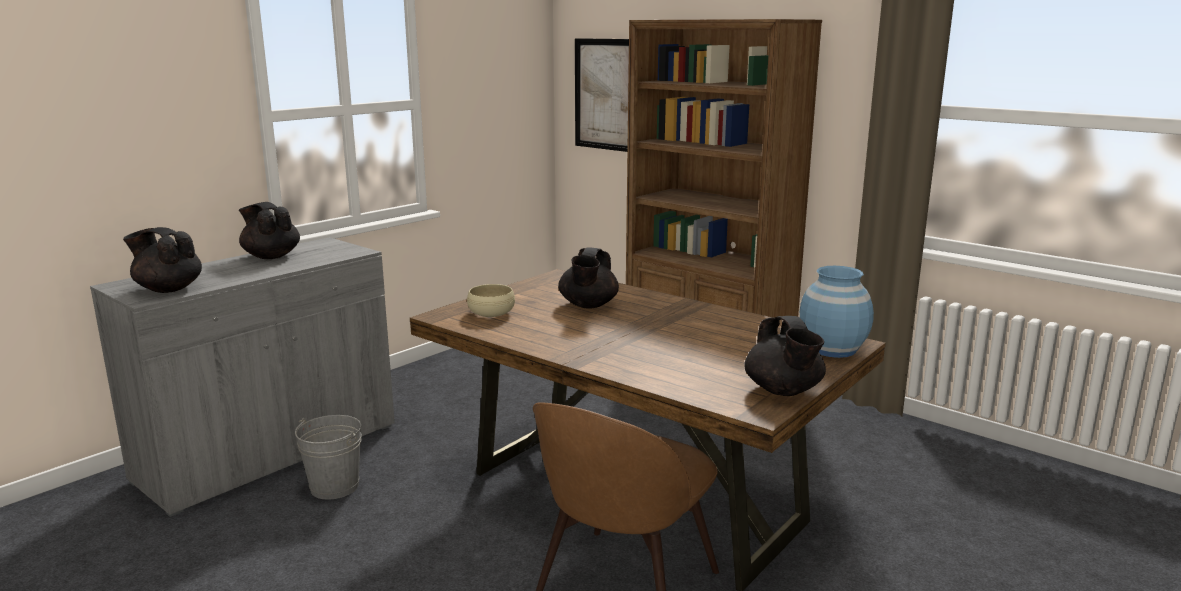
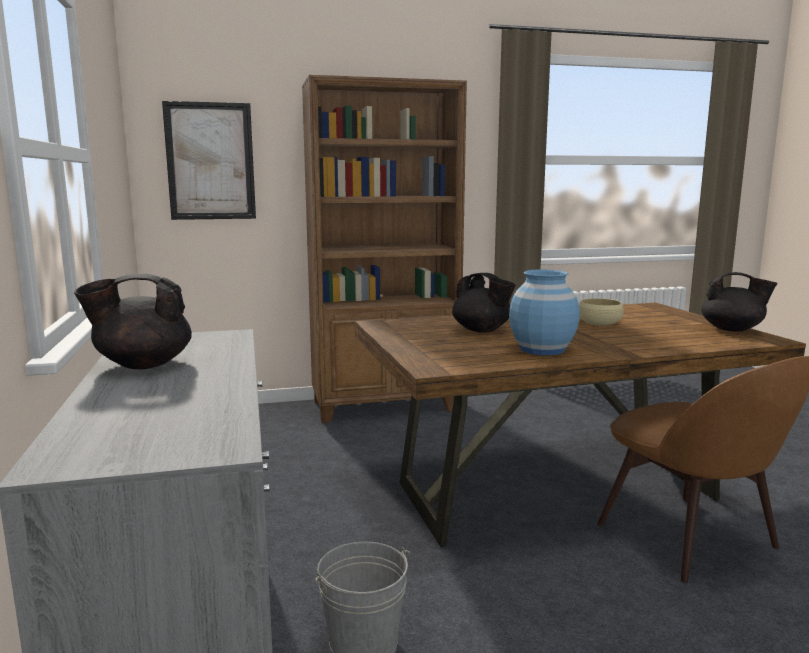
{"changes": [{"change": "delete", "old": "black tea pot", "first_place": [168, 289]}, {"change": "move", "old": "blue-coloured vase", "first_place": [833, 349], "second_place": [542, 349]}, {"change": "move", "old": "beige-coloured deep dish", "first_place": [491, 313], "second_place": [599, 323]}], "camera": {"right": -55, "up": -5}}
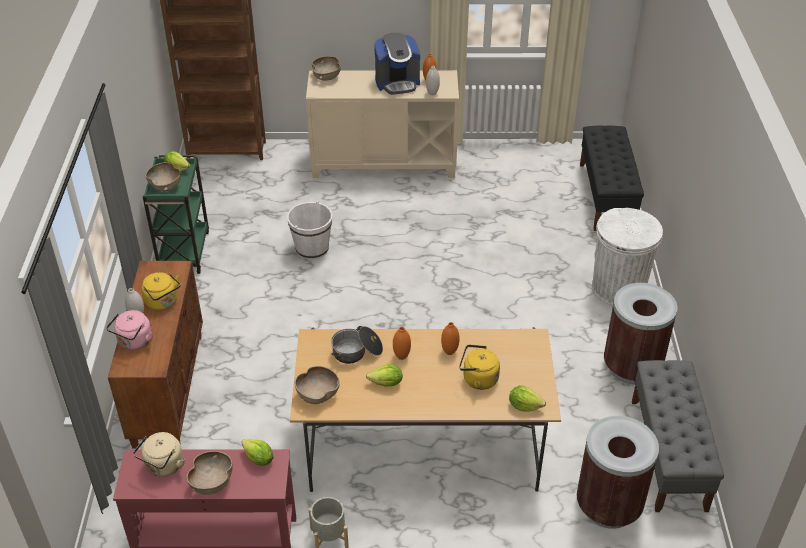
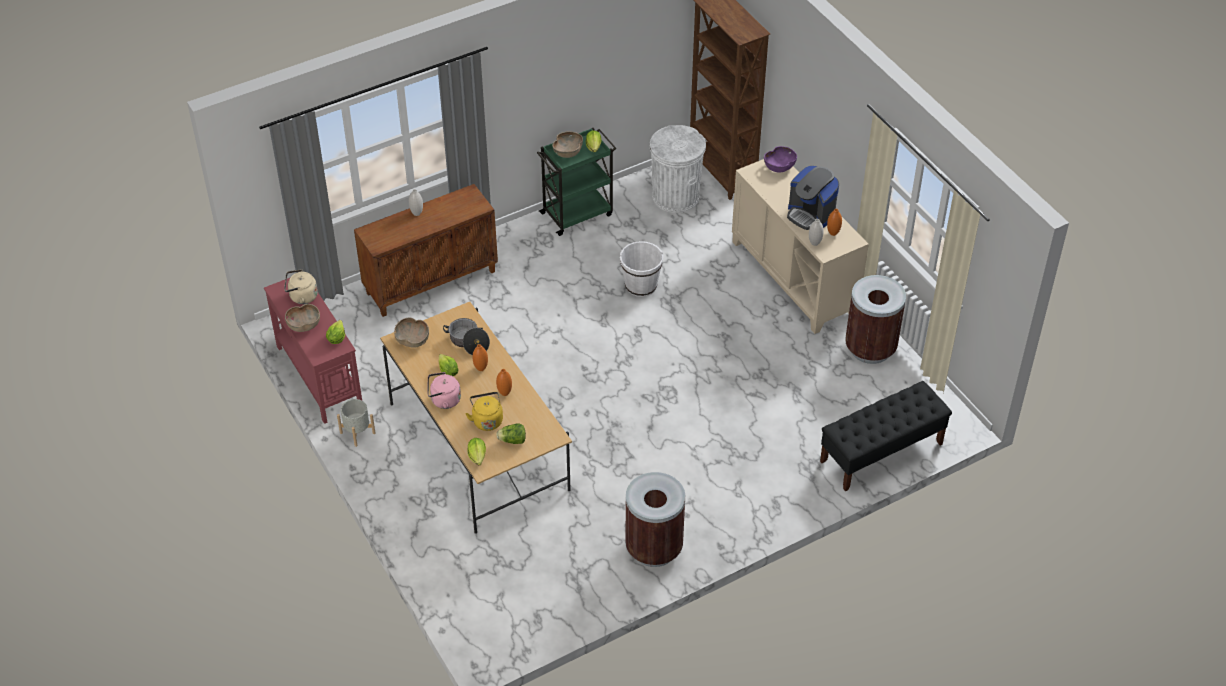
{"changes": [{"change": "recolor", "old": "brownish deep dish", "new": "purple-coloured deep dish", "first_place": [326, 76], "second_place": [779, 167]}, {"change": "move", "old": "white trash can", "first_place": [618, 289], "second_place": [675, 197]}, {"change": "delete", "old": "yellow water kettle", "first_place": [163, 303]}, {"change": "move", "old": "pink water kettle", "first_place": [134, 342], "second_place": [444, 400]}, {"change": "delete", "old": "grey bench", "first_place": [668, 454]}, {"change": "move", "old": "brownish trash can", "first_place": [608, 506], "second_place": [870, 348]}, {"change": "insert", "new": "lettuce head", "second_place": [512, 440]}], "camera": {"right": 60, "up": 5}}
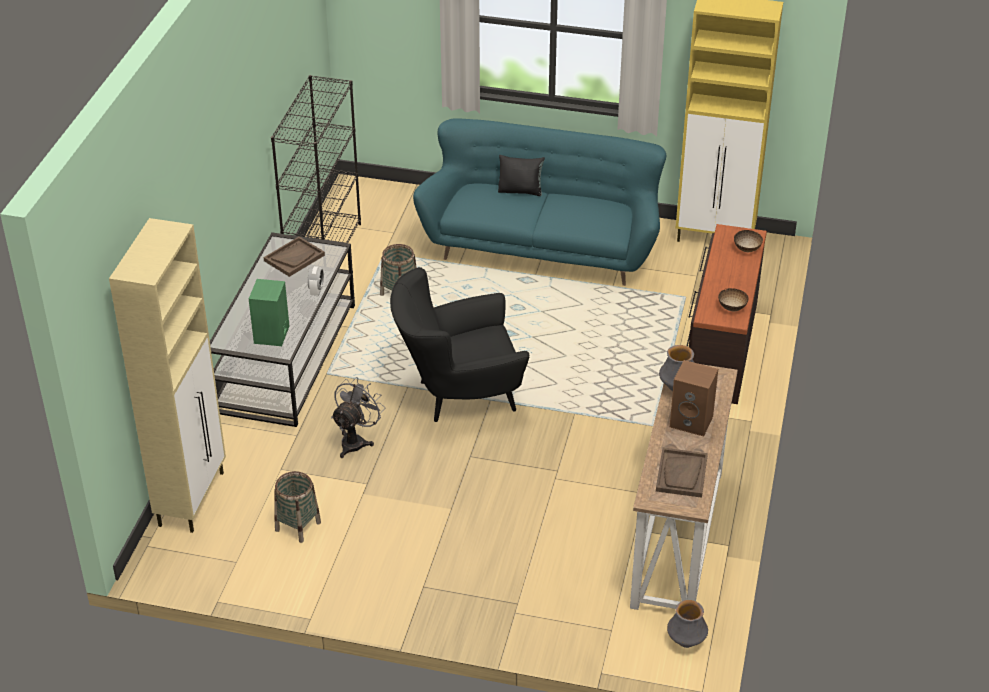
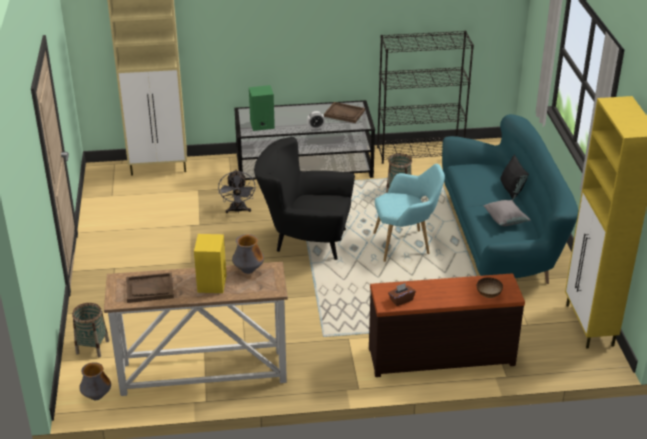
{"changes": [{"change": "rotate", "old": "black easy chair", "first_place": [459, 396], "second_place": [305, 240], "degrees": -45}, {"change": "replace", "old": "deep dish", "new": "brownish box of tissues", "first_place": [732, 308], "second_place": [401, 300]}, {"change": "recolor", "old": "brownish loudspeaker", "new": "yellow loudspeaker", "first_place": [692, 421], "second_place": [212, 284]}, {"change": "rotate", "old": "grey cooling fan", "first_place": [356, 441], "second_place": [238, 210], "degrees": 75}, {"change": "move", "old": "storage basket", "first_place": [297, 526], "second_place": [92, 347]}, {"change": "insert", "new": "turquoise-coloured easy chair", "second_place": [406, 244]}, {"change": "insert", "new": "grey cushion", "second_place": [505, 221]}], "camera": {"right": 70, "up": -5}}
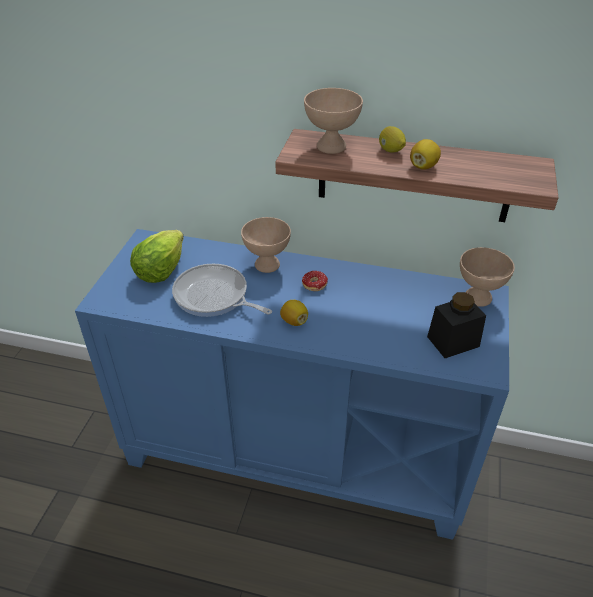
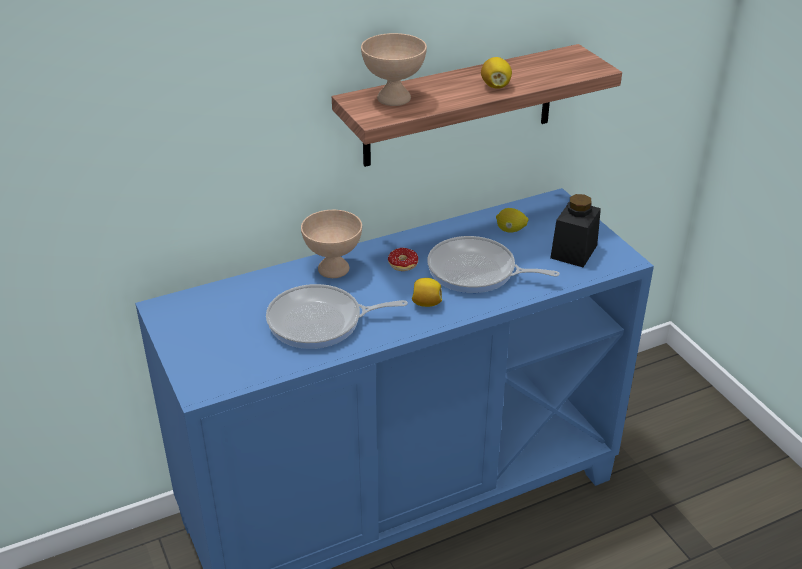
{"changes": [{"change": "move", "old": "lemon", "first_place": [391, 151], "second_place": [510, 230]}, {"change": "delete", "old": "lettuce head", "first_place": [160, 270]}, {"change": "delete", "old": "beige-coloured deep dish", "first_place": [478, 298]}, {"change": "insert", "new": "frying pan", "second_place": [476, 272]}], "camera": {"right": -40, "up": -5}}
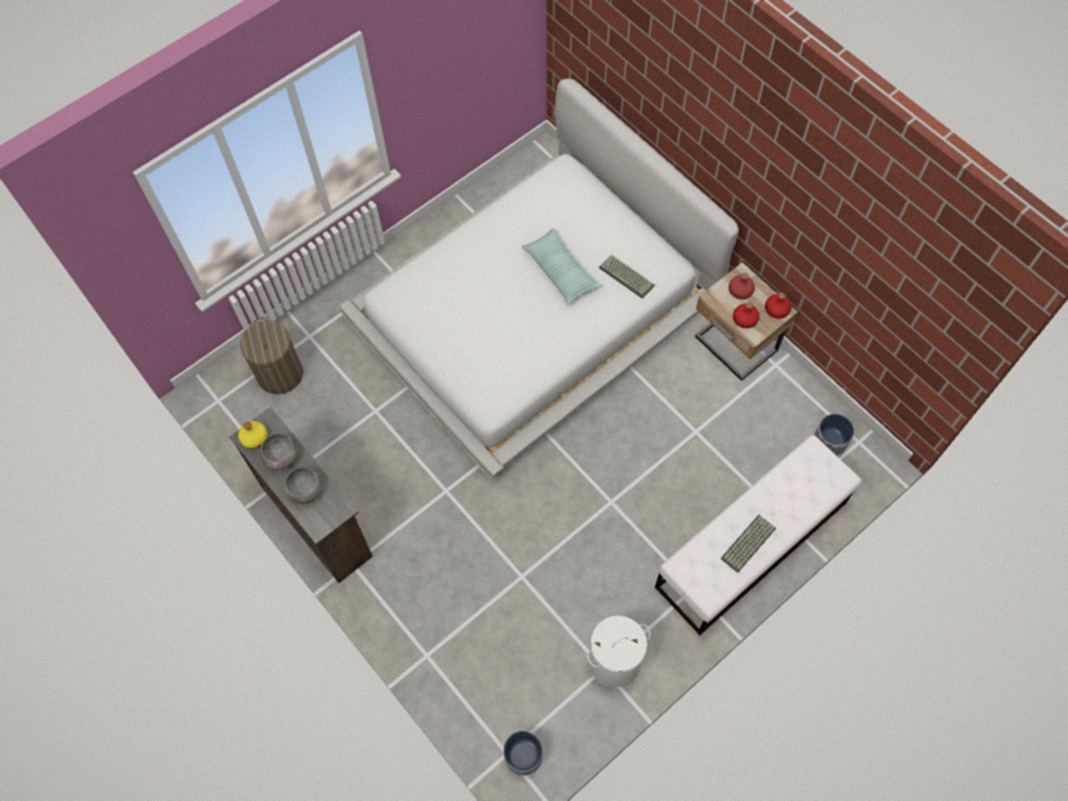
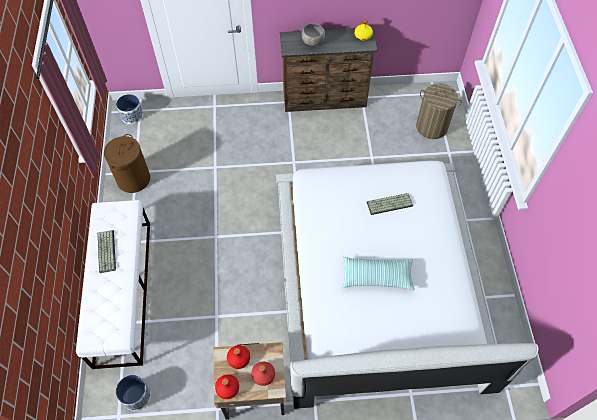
{"changes": [{"change": "move", "old": "PC keyboard", "first_place": [627, 276], "second_place": [389, 205]}, {"change": "delete", "old": "grey deep dish", "first_place": [282, 456]}, {"change": "recolor", "old": "white hamper", "new": "brownish hamper", "first_place": [614, 661], "second_place": [133, 179]}], "camera": {"right": 125, "up": -5}}
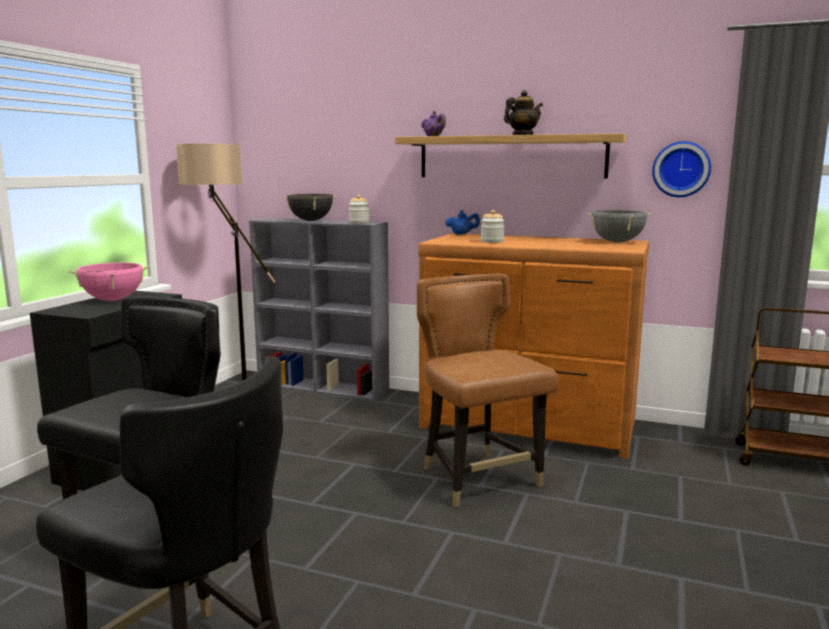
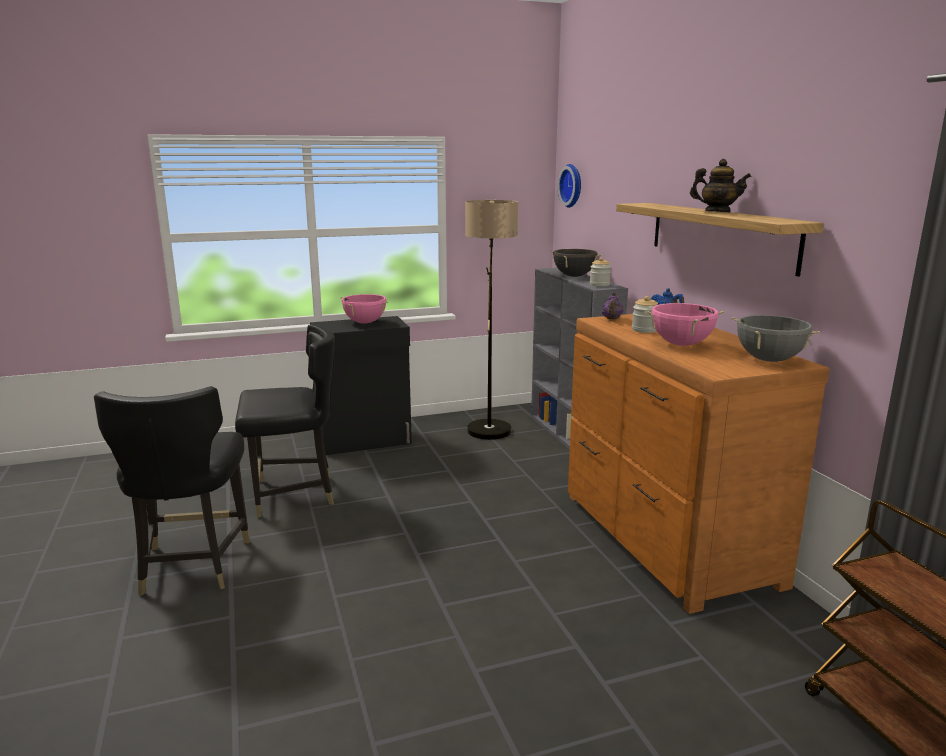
{"changes": [{"change": "move", "old": "purple-coloured tea pot", "first_place": [434, 136], "second_place": [611, 319]}, {"change": "move", "old": "clock on the wall", "first_place": [681, 169], "second_place": [573, 185]}, {"change": "delete", "old": "brownish upright chair", "first_place": [478, 478]}, {"change": "insert", "new": "pink stockpot", "second_place": [681, 344]}], "camera": {"right": 50, "up": 5}}
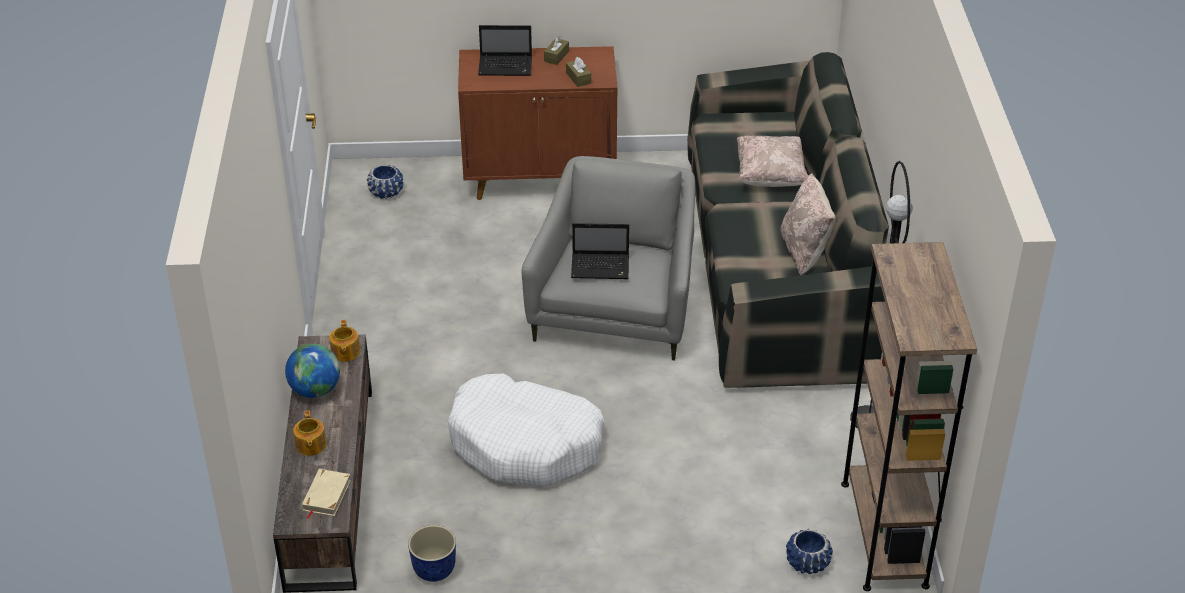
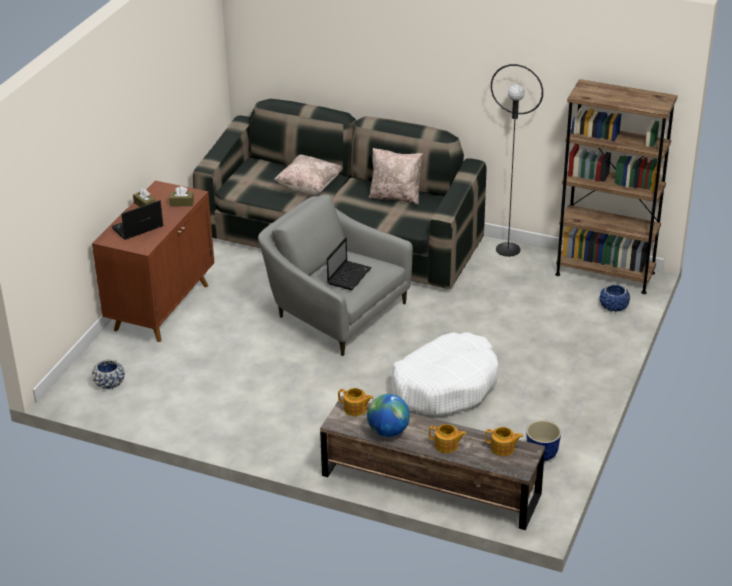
{"changes": [{"change": "rotate", "old": "portable computer", "first_place": [506, 67], "second_place": [137, 228], "degrees": -150}, {"change": "replace", "old": "beige-coloured bound book", "new": "tea pot", "first_place": [326, 495], "second_place": [503, 448]}], "camera": {"right": -65, "up": -5}}
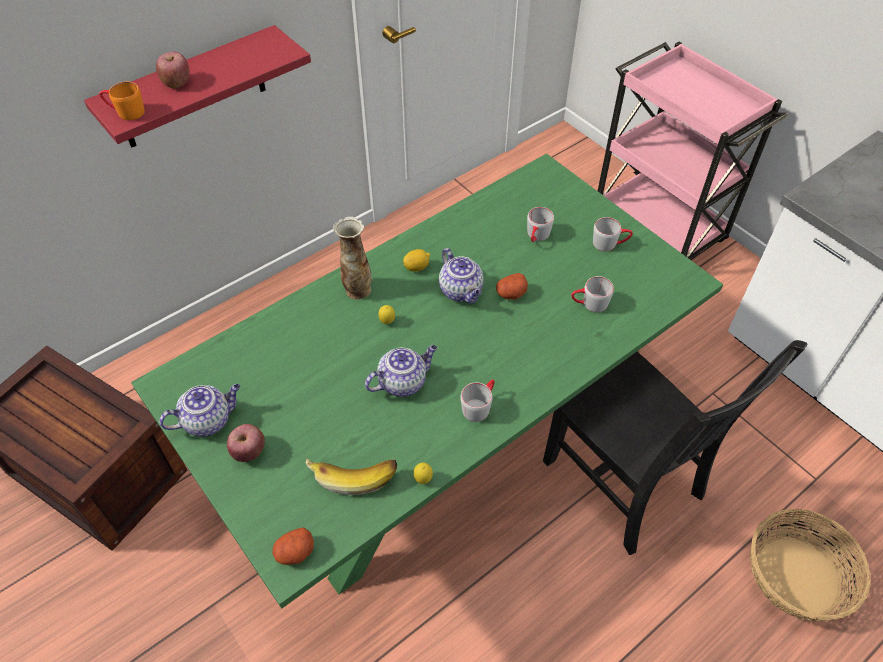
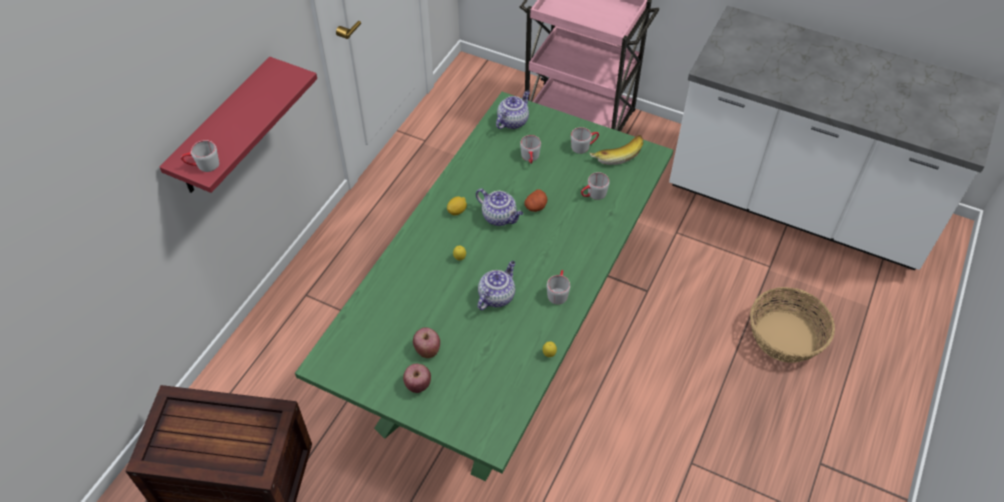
{"changes": [{"change": "move", "old": "apple fruit", "first_place": [177, 83], "second_place": [427, 350]}, {"change": "recolor", "old": "orange mug", "new": "grey mug", "first_place": [125, 112], "second_place": [203, 165]}, {"change": "delete", "old": "vase", "first_place": [357, 289]}, {"change": "delete", "old": "black upright chair", "first_place": [626, 482]}, {"change": "move", "old": "tea pot", "first_place": [208, 420], "second_place": [513, 121]}, {"change": "move", "old": "banana fruit", "first_place": [354, 473], "second_place": [616, 153]}, {"change": "delete", "old": "spud", "first_place": [295, 553]}], "camera": {"right": -25, "up": 0}}
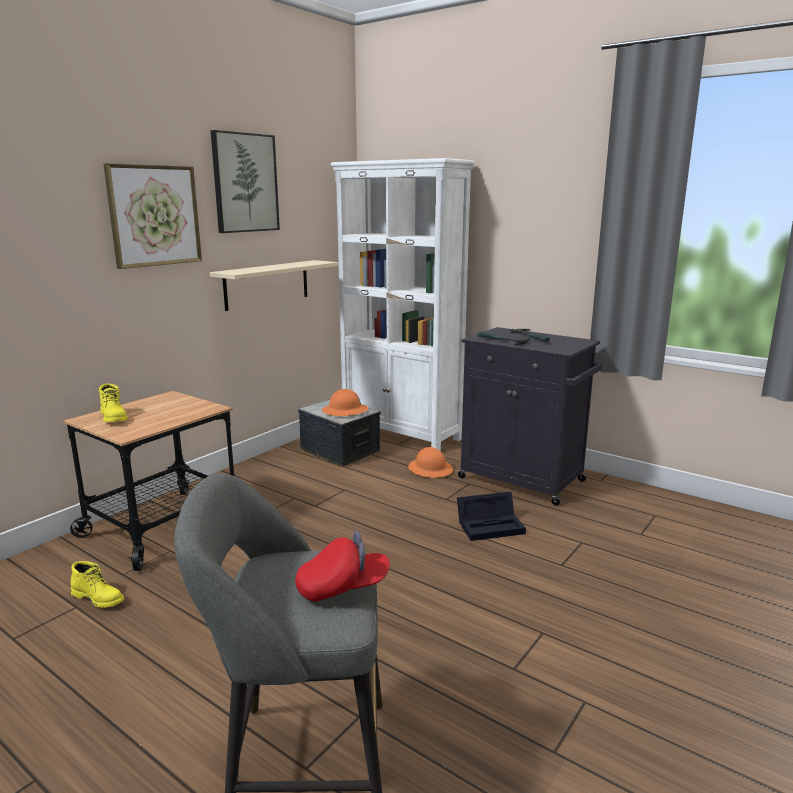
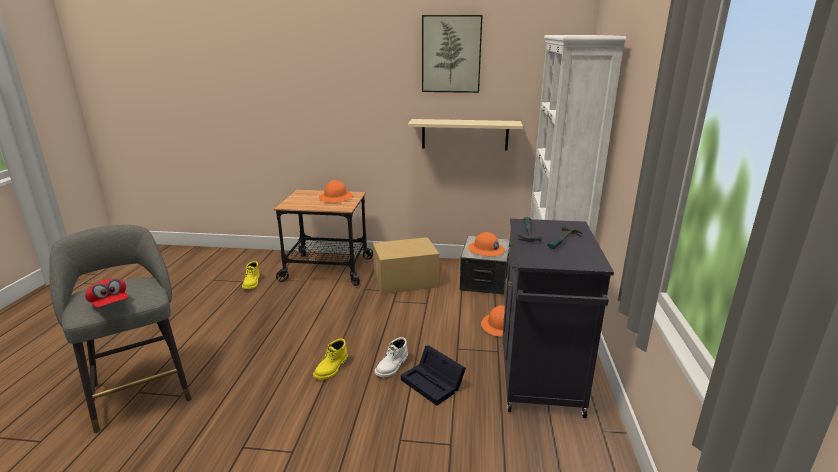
{"changes": [{"change": "delete", "old": "picture", "first_place": [154, 215]}, {"change": "move", "old": "yellow boot", "first_place": [114, 417], "second_place": [332, 368]}, {"change": "insert", "new": "orange safety helmet", "second_place": [336, 197]}, {"change": "insert", "new": "carton", "second_place": [405, 281]}, {"change": "insert", "new": "white boot", "second_place": [392, 366]}], "camera": {"right": 60, "up": 5}}
